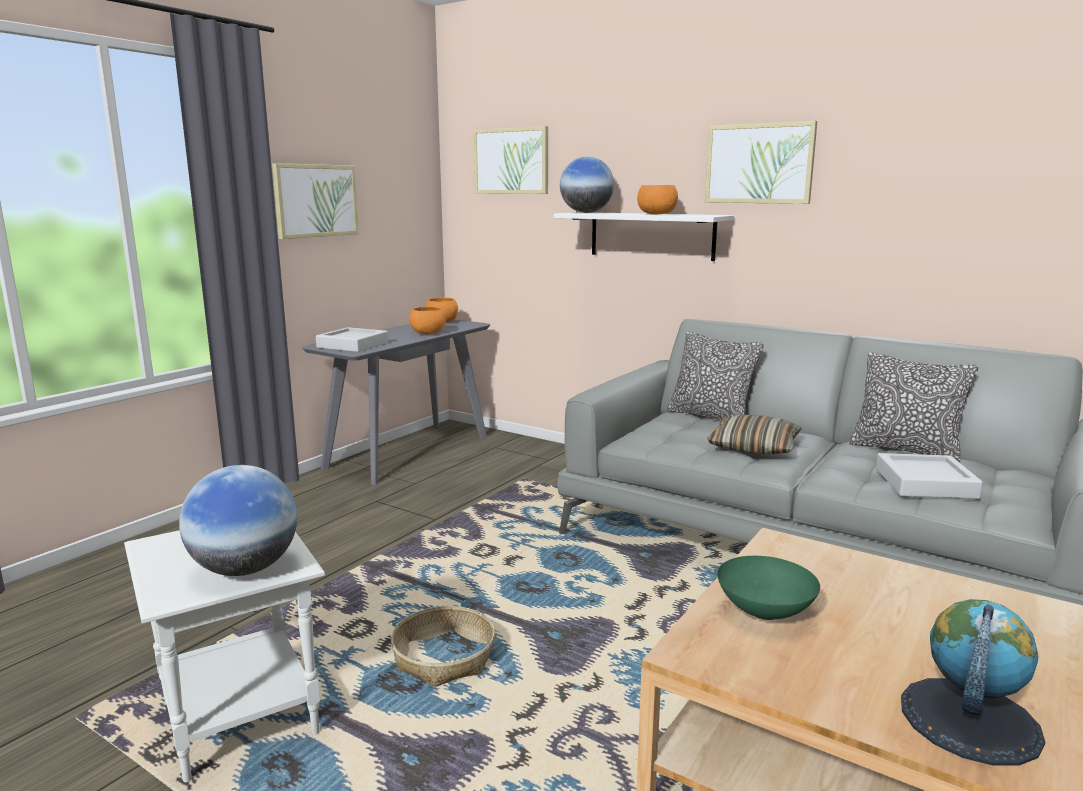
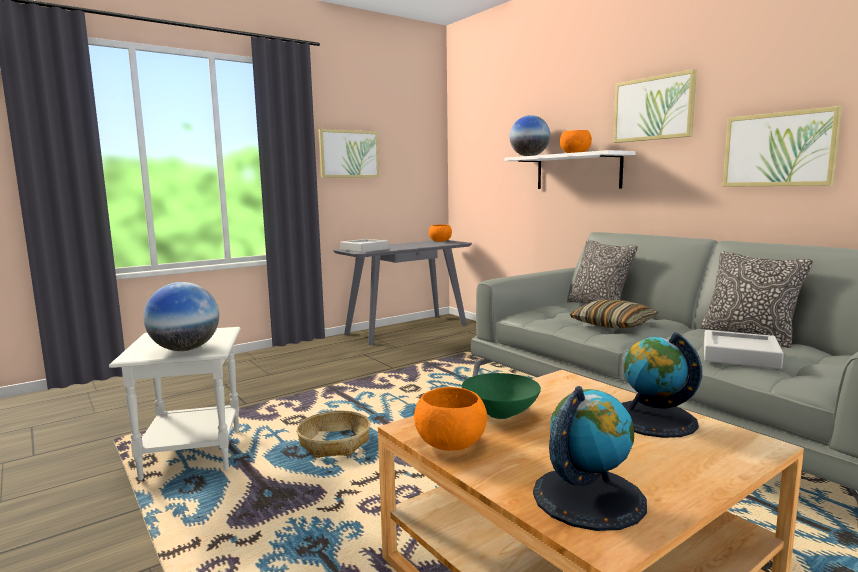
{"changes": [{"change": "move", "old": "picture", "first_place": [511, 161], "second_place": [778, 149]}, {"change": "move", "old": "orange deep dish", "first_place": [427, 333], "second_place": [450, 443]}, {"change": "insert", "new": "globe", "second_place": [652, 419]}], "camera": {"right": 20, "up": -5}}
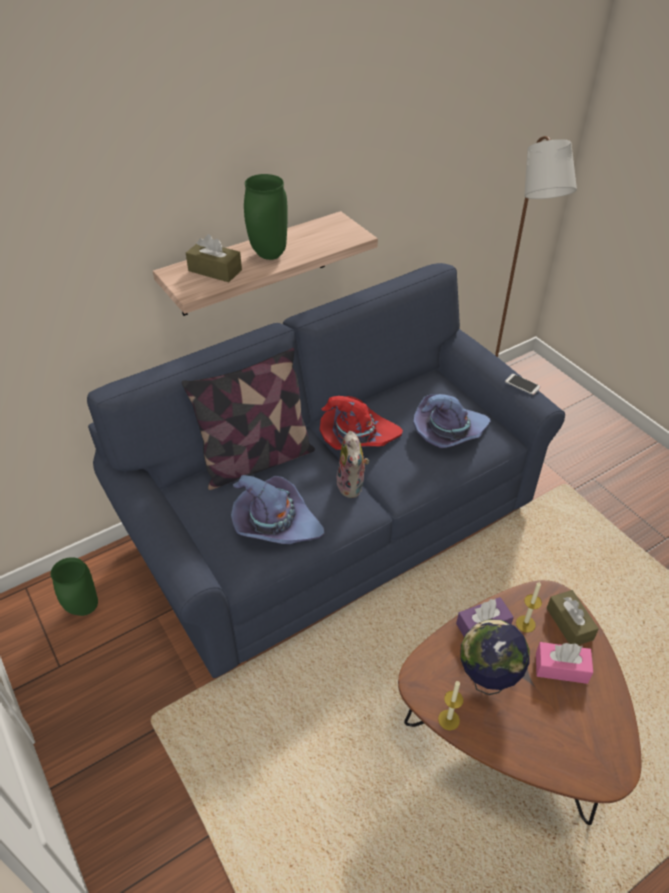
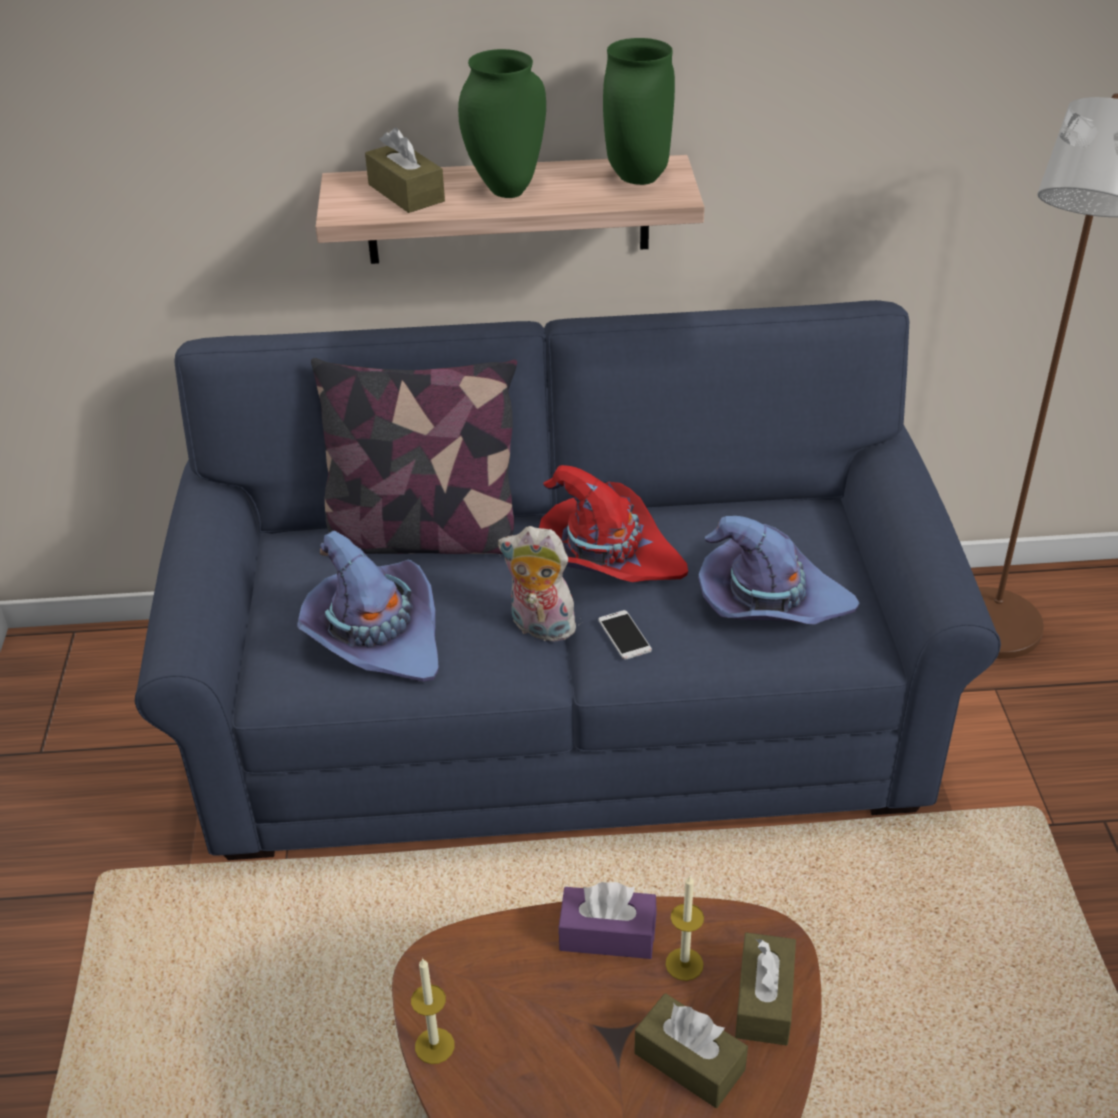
{"changes": [{"change": "move", "old": "handset", "first_place": [522, 384], "second_place": [624, 635]}, {"change": "rotate", "old": "soft toy", "first_place": [352, 486], "second_place": [539, 628], "degrees": 90}, {"change": "move", "old": "greenish vase", "first_place": [83, 609], "second_place": [636, 177]}, {"change": "delete", "old": "globe", "first_place": [486, 680]}, {"change": "recolor", "old": "pink box of tissues", "new": "brownish box of tissues", "first_place": [561, 668], "second_place": [689, 1061]}], "camera": {"right": 30, "up": -5}}
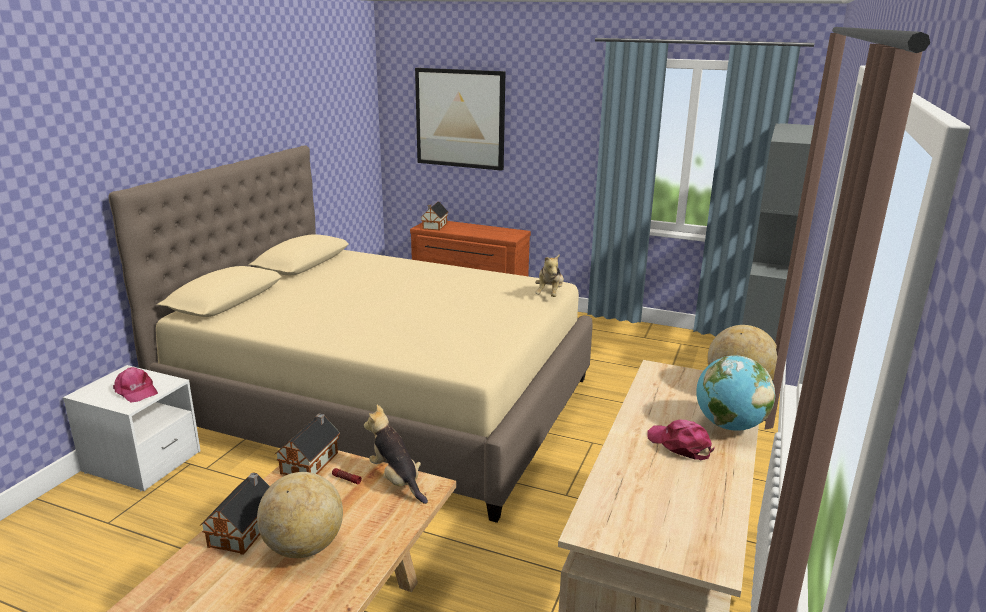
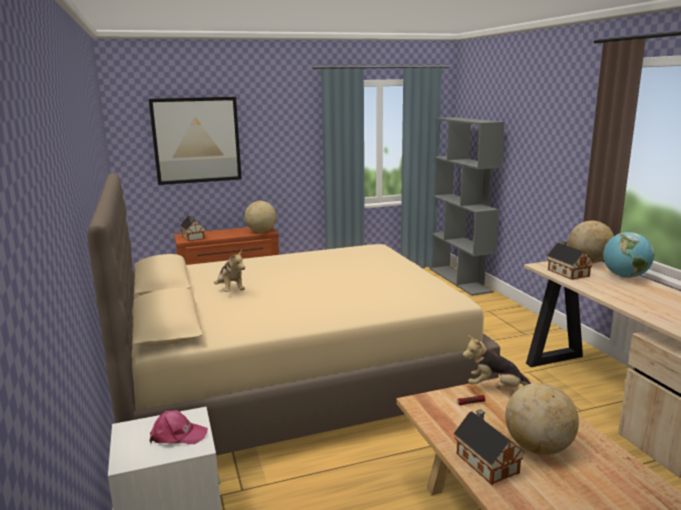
{"changes": [{"change": "move", "old": "soft toy", "first_place": [549, 294], "second_place": [230, 290]}, {"change": "move", "old": "toy house", "first_place": [311, 461], "second_place": [567, 272]}, {"change": "delete", "old": "pink cap", "first_place": [680, 445]}, {"change": "insert", "new": "globe", "second_place": [261, 231]}], "camera": {"right": -40, "up": -5}}
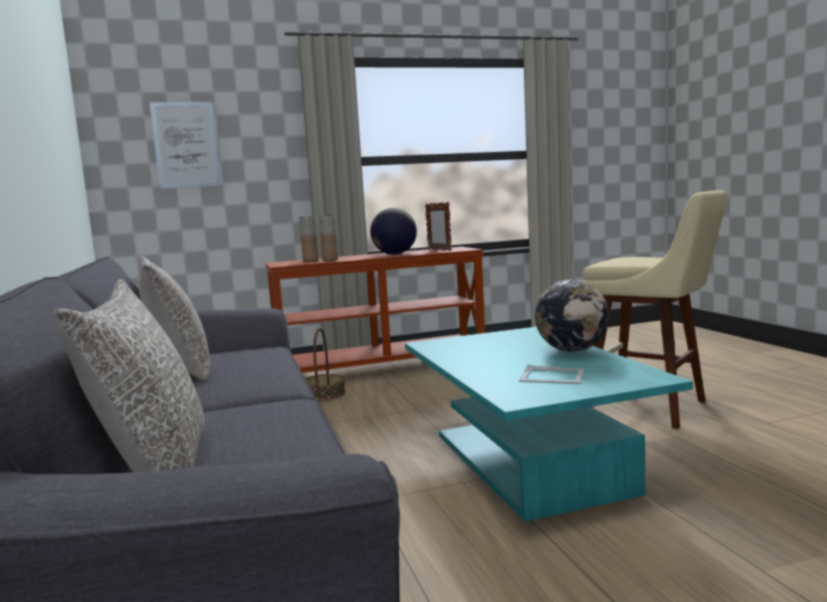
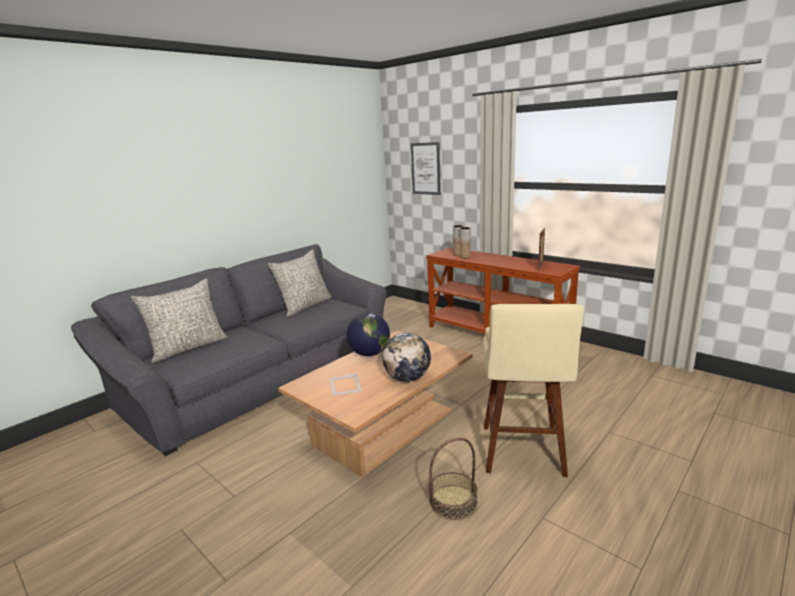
{"changes": [{"change": "move", "old": "globe", "first_place": [394, 254], "second_place": [370, 353]}, {"change": "recolor", "old": "turquoise-coloured low table", "new": "brownish low table", "first_place": [528, 461], "second_place": [384, 427]}, {"change": "move", "old": "storage basket", "first_place": [323, 394], "second_place": [453, 501]}], "camera": {"right": 60, "up": 10}}
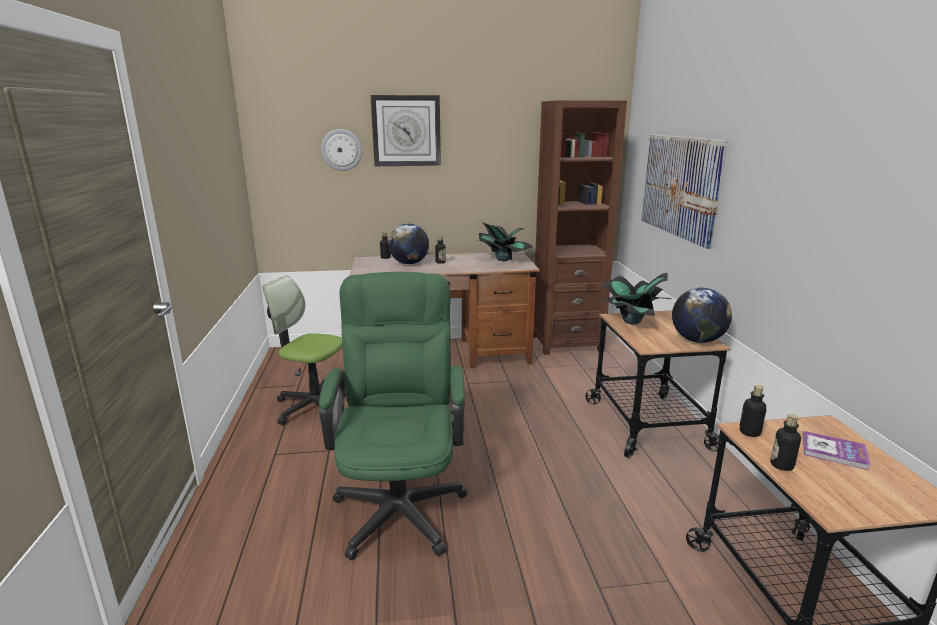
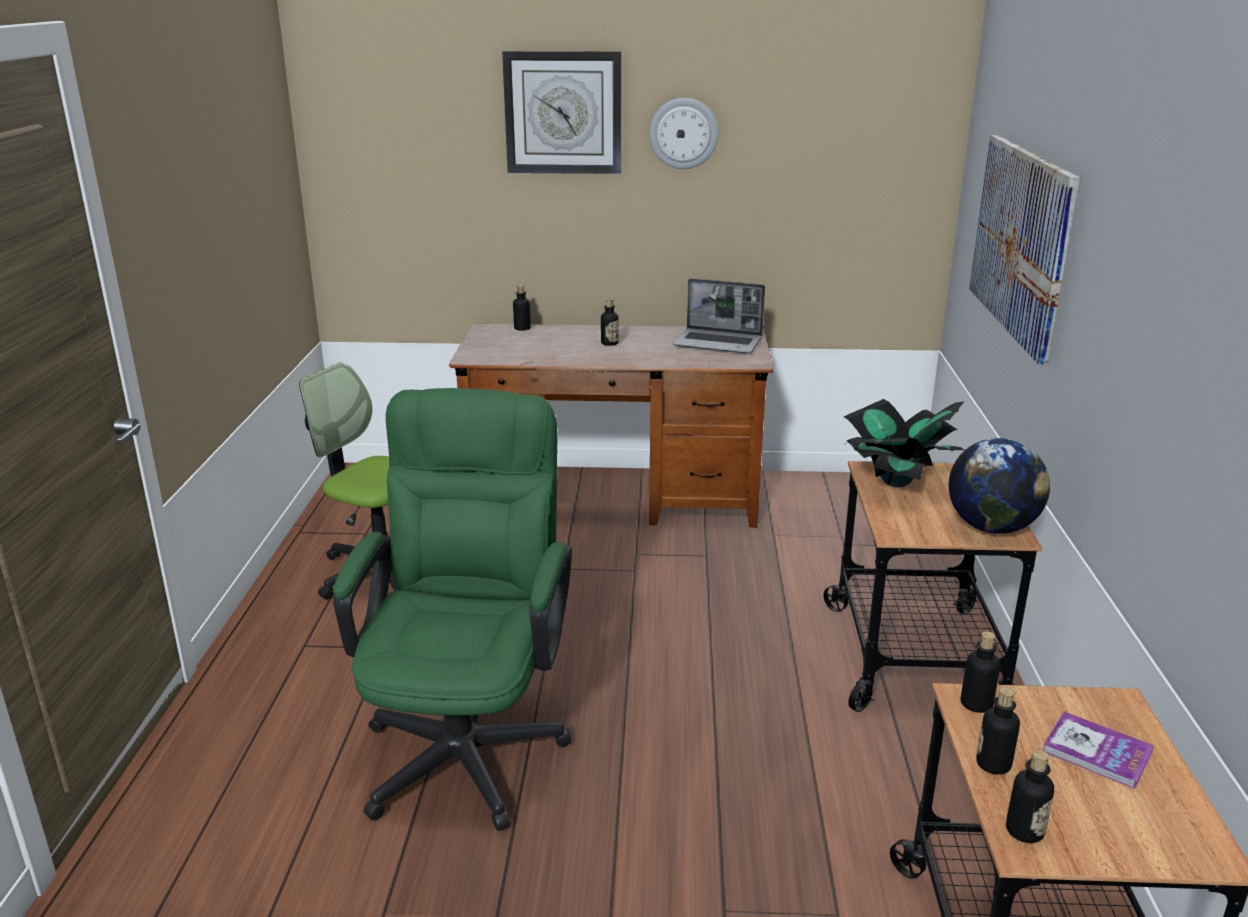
{"changes": [{"change": "delete", "old": "brownish shelving unit", "first_place": [566, 343]}, {"change": "move", "old": "clock on the wall", "first_place": [341, 150], "second_place": [683, 133]}, {"change": "replace", "old": "plant in a pot", "new": "portable computer", "first_place": [503, 259], "second_place": [719, 343]}, {"change": "delete", "old": "globe", "first_place": [409, 263]}, {"change": "insert", "new": "beverage bottle", "second_place": [1024, 831]}], "camera": {"right": 10, "up": 5}}
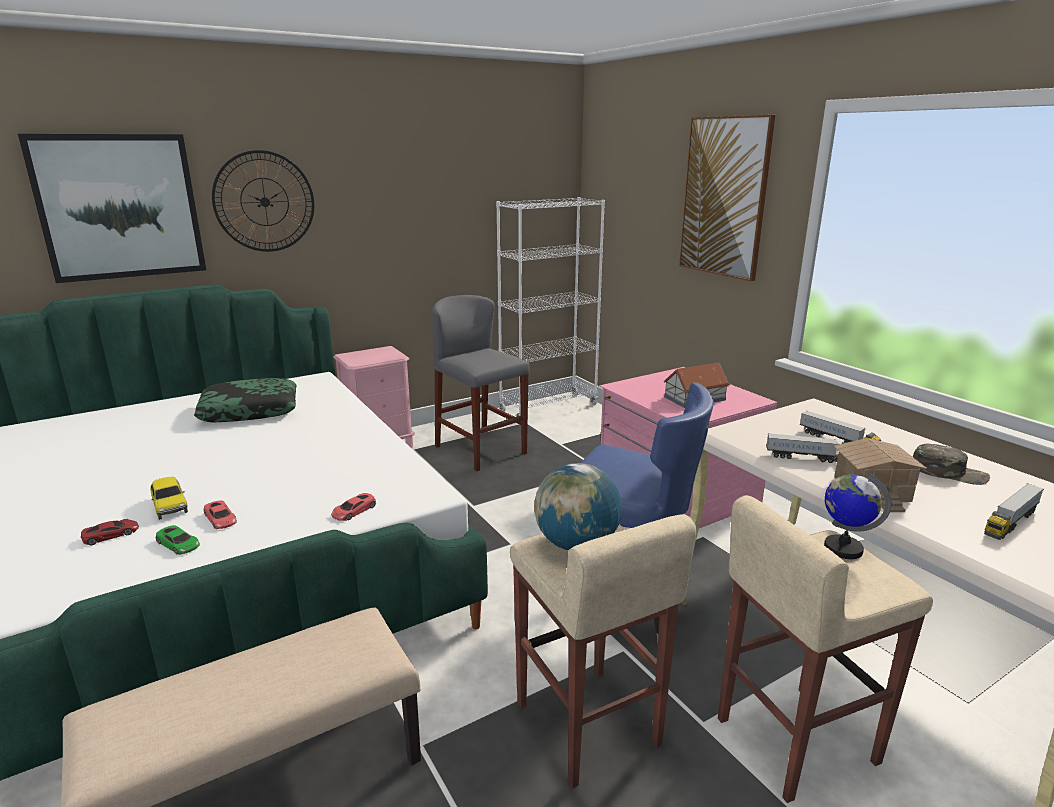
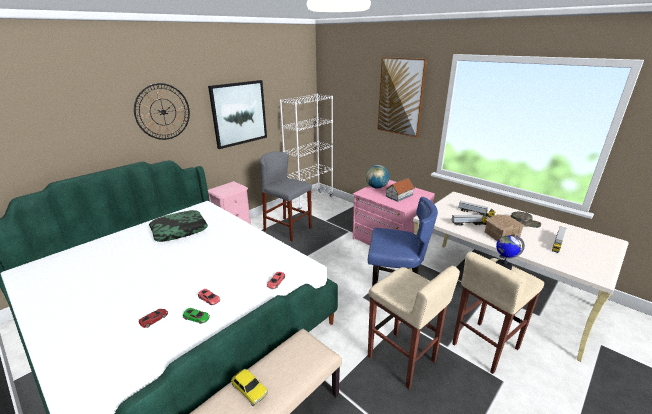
{"changes": [{"change": "move", "old": "picture", "first_place": [119, 207], "second_place": [239, 113]}, {"change": "move", "old": "globe", "first_place": [576, 544], "second_place": [377, 187]}, {"change": "move", "old": "model car", "first_place": [170, 506], "second_place": [249, 390]}], "camera": {"right": -15, "up": 5}}
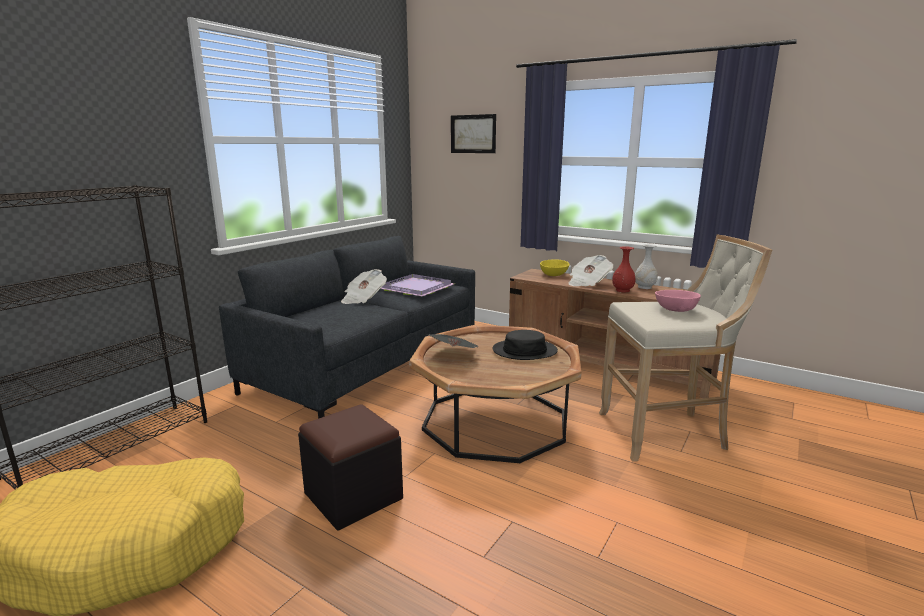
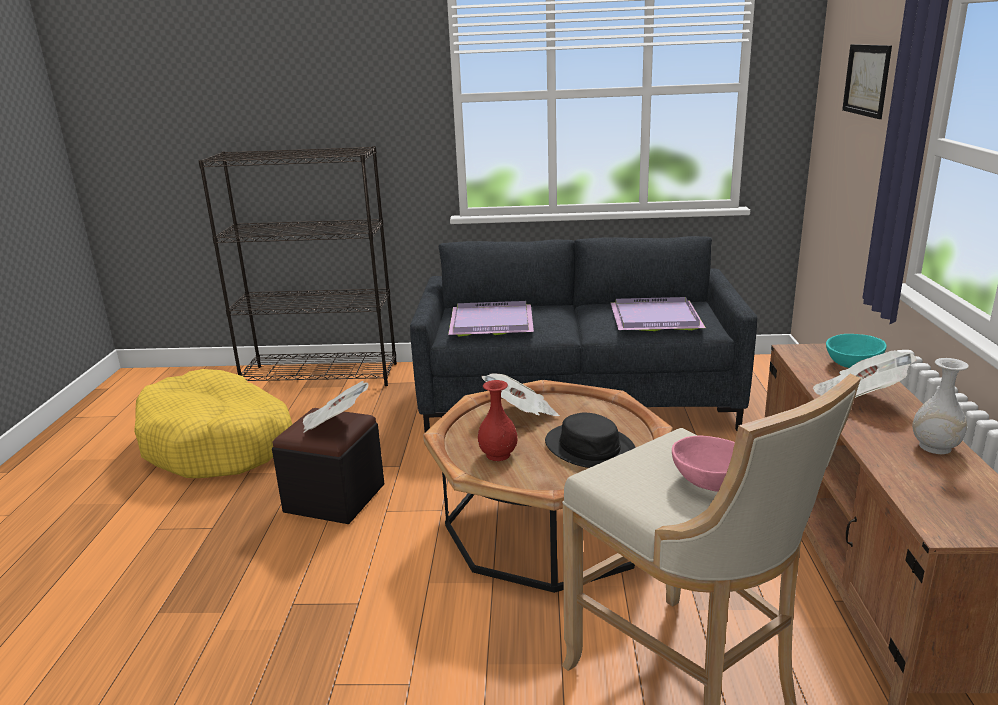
{"changes": [{"change": "move", "old": "red vase", "first_place": [622, 290], "second_place": [498, 455]}, {"change": "recolor", "old": "yellow deep dish", "new": "turquoise-coloured deep dish", "first_place": [553, 274], "second_place": [853, 364]}, {"change": "move", "old": "newspaper", "first_place": [363, 299], "second_place": [335, 424]}, {"change": "insert", "new": "purple-coloured carrying tray", "second_place": [493, 322]}], "camera": {"right": 60, "up": 5}}
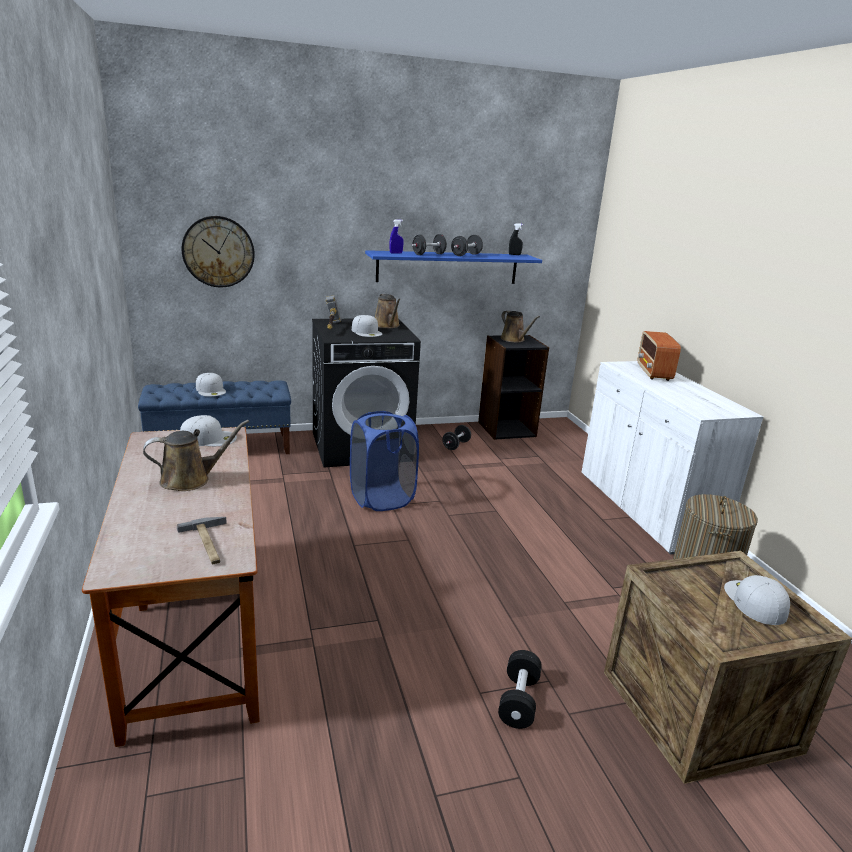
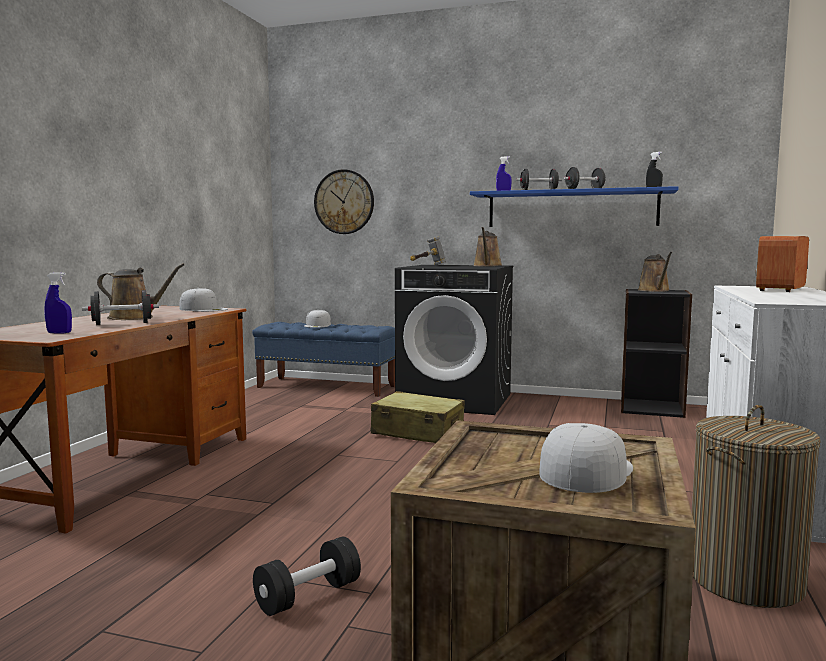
{"changes": [{"change": "delete", "old": "white cap", "first_place": [367, 332]}, {"change": "replace", "old": "blue-coloured hamper", "new": "beige-coloured piece of luggage", "first_place": [381, 498], "second_place": [418, 432]}, {"change": "move", "old": "black hand weight", "first_place": [456, 445], "second_place": [122, 323]}, {"change": "replace", "old": "hand hammer", "new": "blue-coloured hand sprayer", "first_place": [209, 544], "second_place": [59, 333]}], "camera": {"right": 35, "up": -15}}
